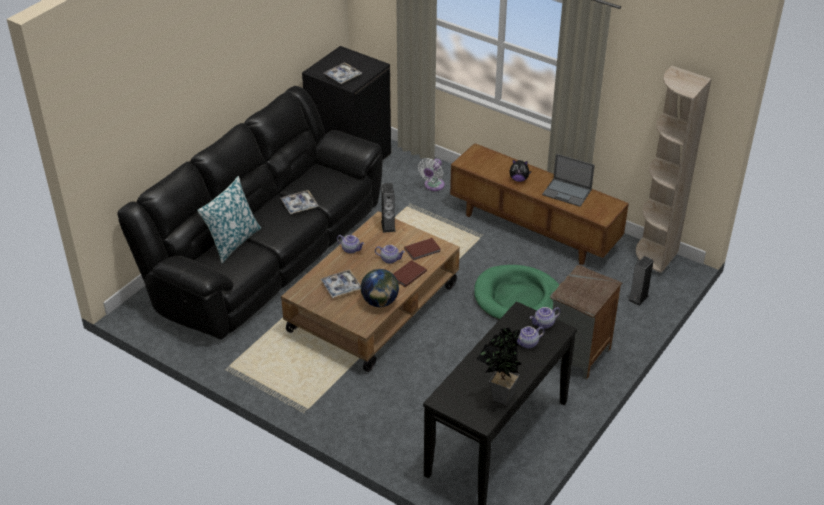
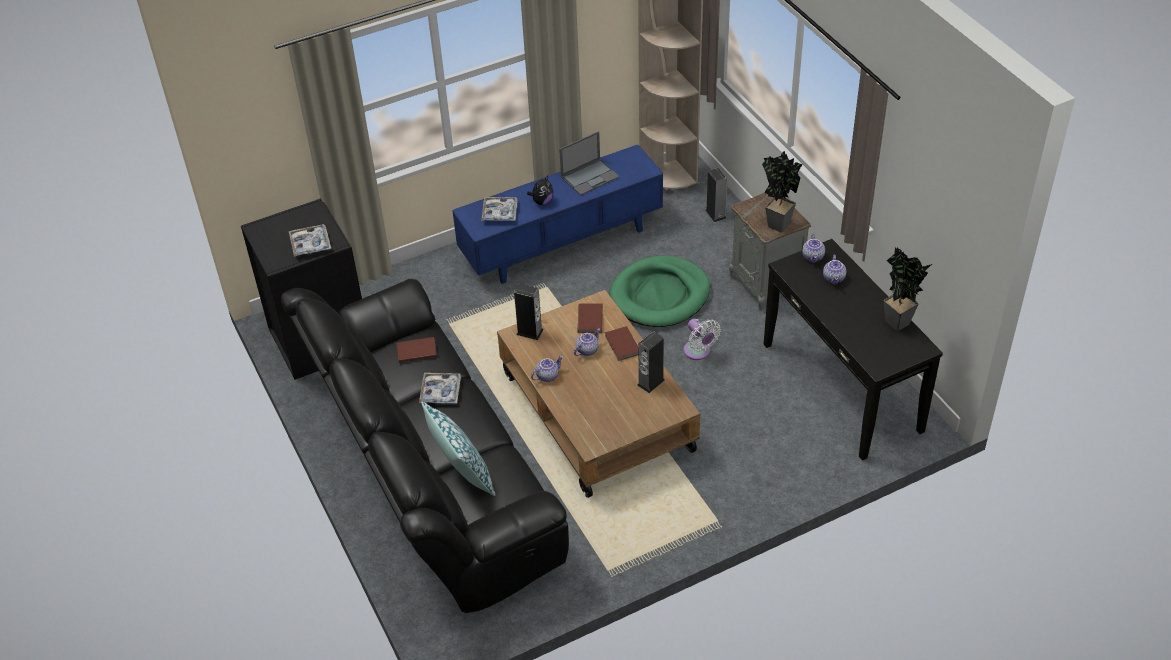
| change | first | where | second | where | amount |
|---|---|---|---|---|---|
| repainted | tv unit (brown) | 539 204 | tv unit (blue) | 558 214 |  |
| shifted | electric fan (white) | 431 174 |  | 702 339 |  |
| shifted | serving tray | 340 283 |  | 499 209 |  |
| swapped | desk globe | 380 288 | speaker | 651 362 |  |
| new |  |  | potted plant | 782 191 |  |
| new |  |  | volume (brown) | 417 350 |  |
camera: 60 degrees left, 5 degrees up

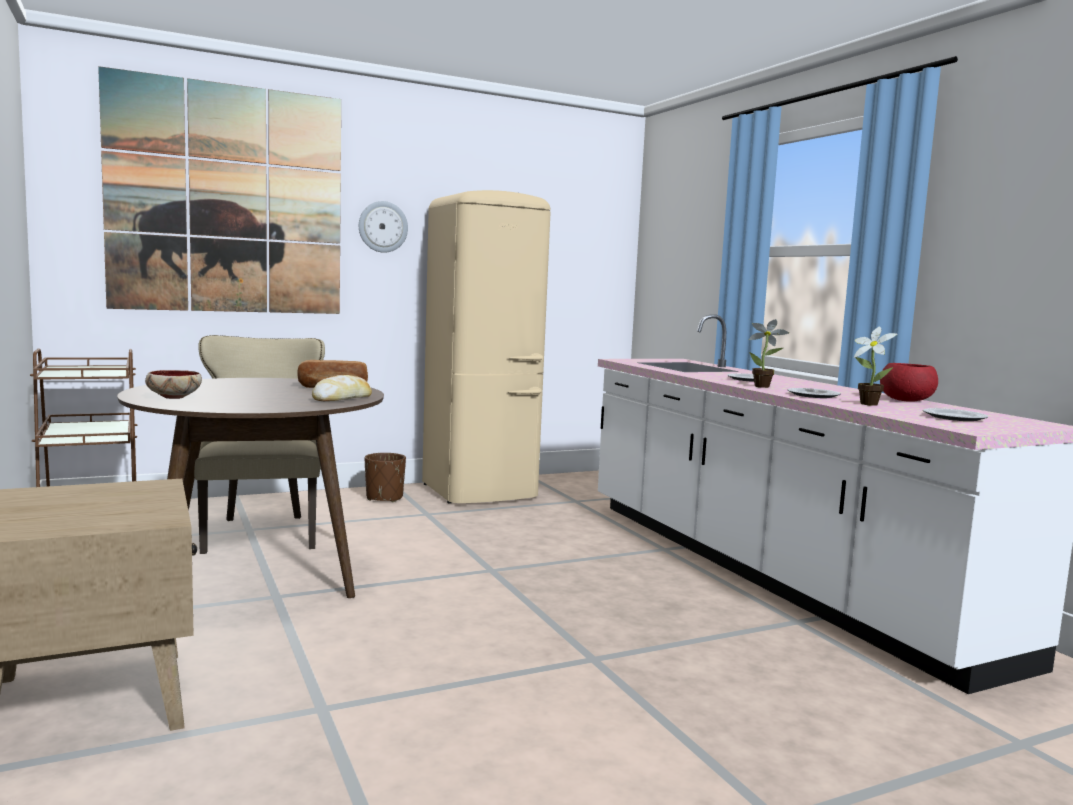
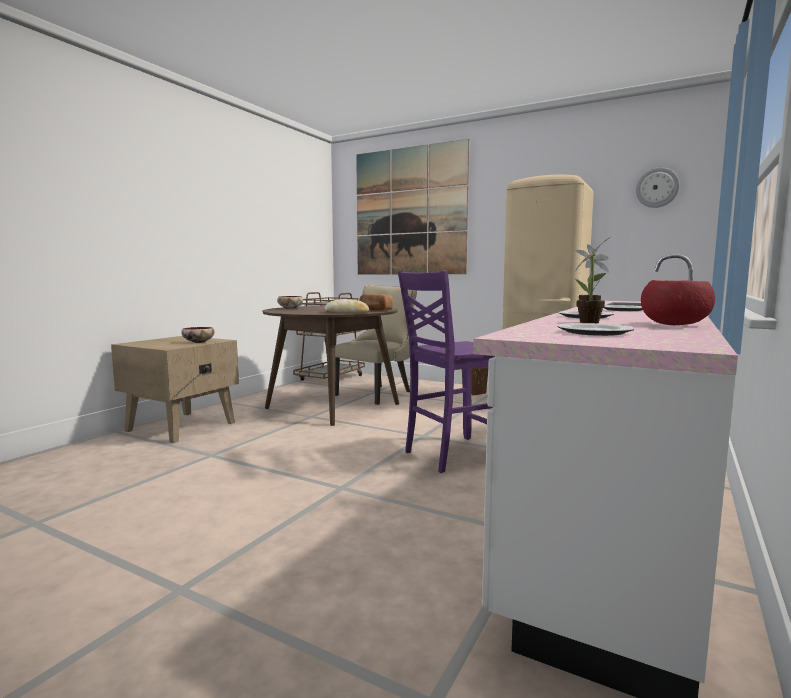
| change | first | where | second | where | amount |
|---|---|---|---|---|---|
| shifted | clock on the wall | 383 227 |  | 658 187 |  |
| new |  |  | upright chair (purple-coloured) | 446 371 |  |
| new |  |  | serving bowl | 197 335 |  |
camera: 55 degrees right, 0 degrees up

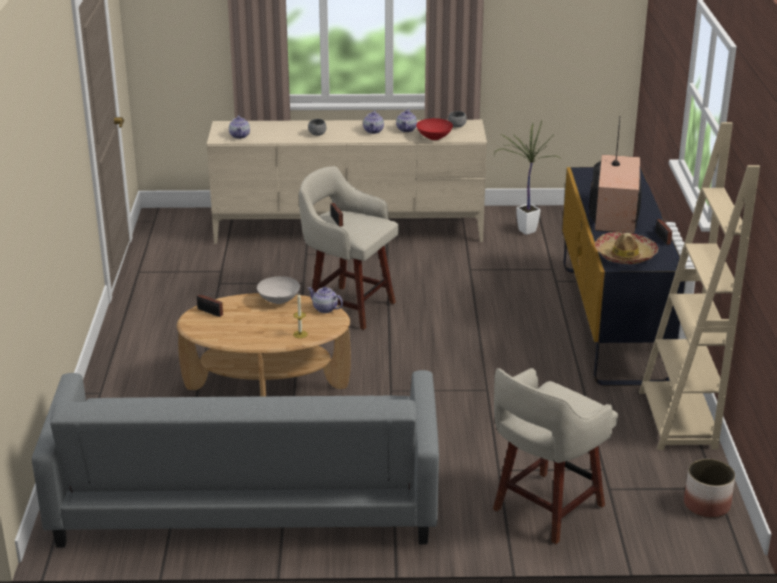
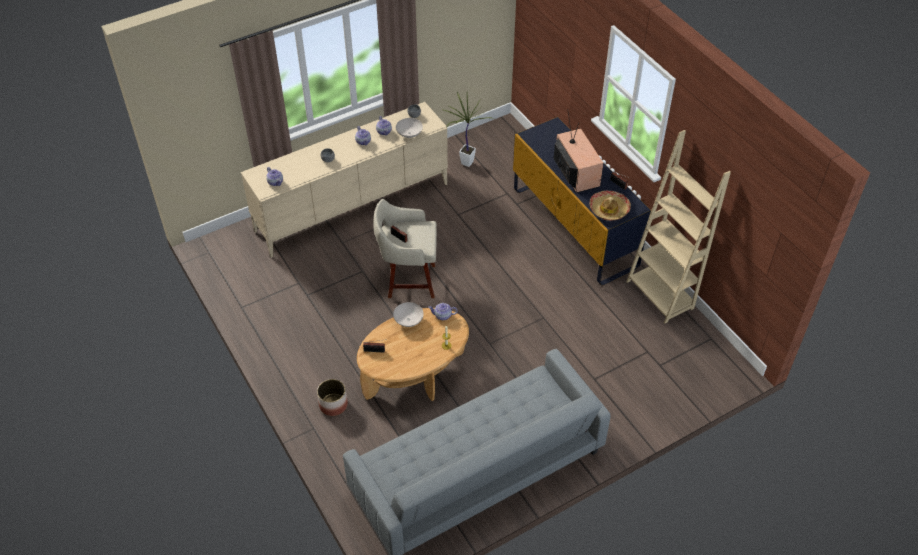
| change | first | where | second | where | amount |
|---|---|---|---|---|---|
| repainted | serving bowl (red-coloured) | 434 129 | serving bowl (white) | 409 128 |  |
| gone | stool seat (sand-coloured) | 555 456 |  |  |  |
| shifted | planter | 709 488 |  | 332 397 |  |
camera: 30 degrees left, 20 degrees up

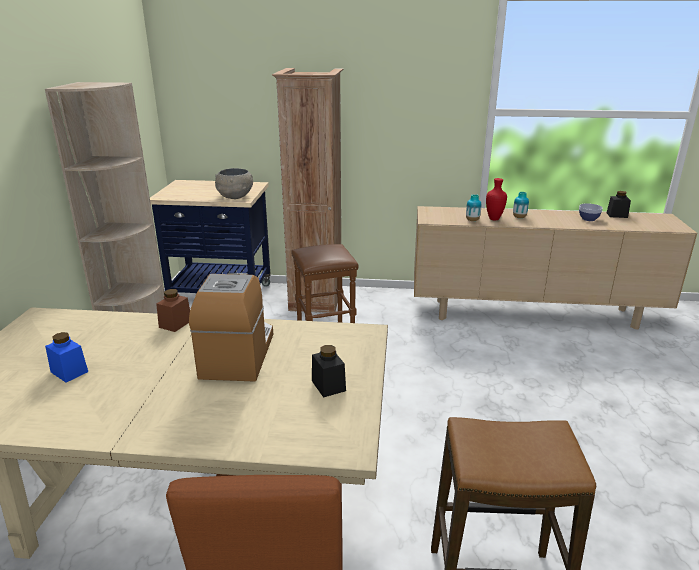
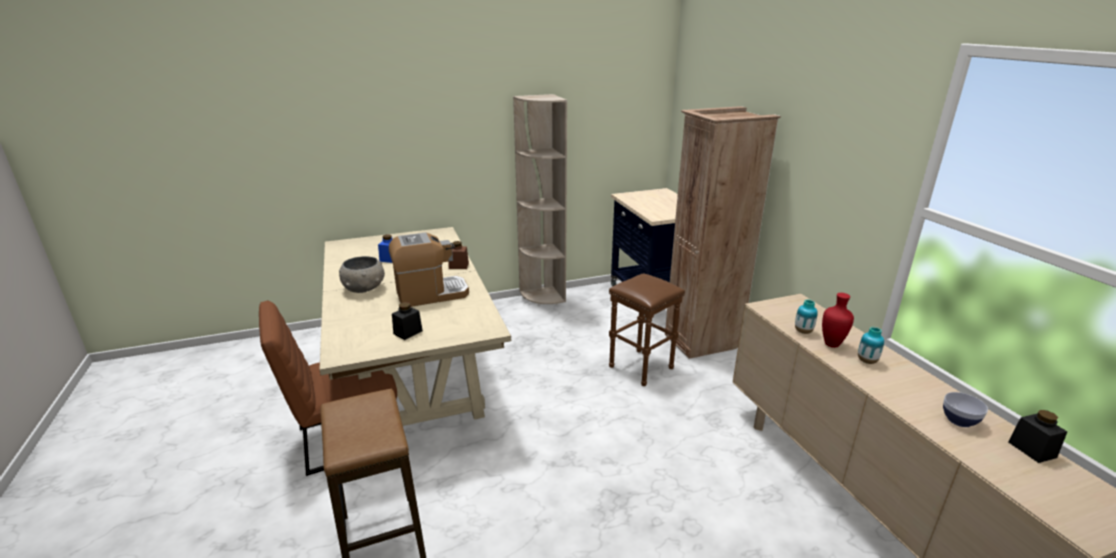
| change | first | where | second | where | amount |
|---|---|---|---|---|---|
| shifted | serving bowl (grey) | 234 183 |  | 362 274 |  |
camera: 65 degrees right, 0 degrees up

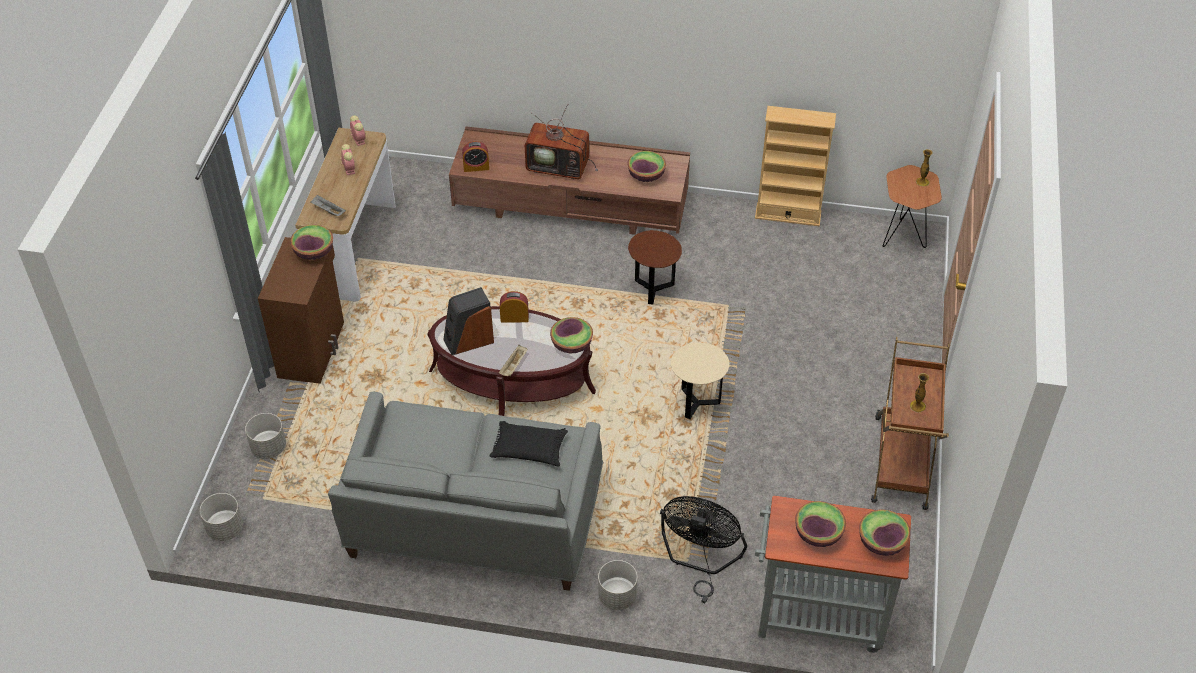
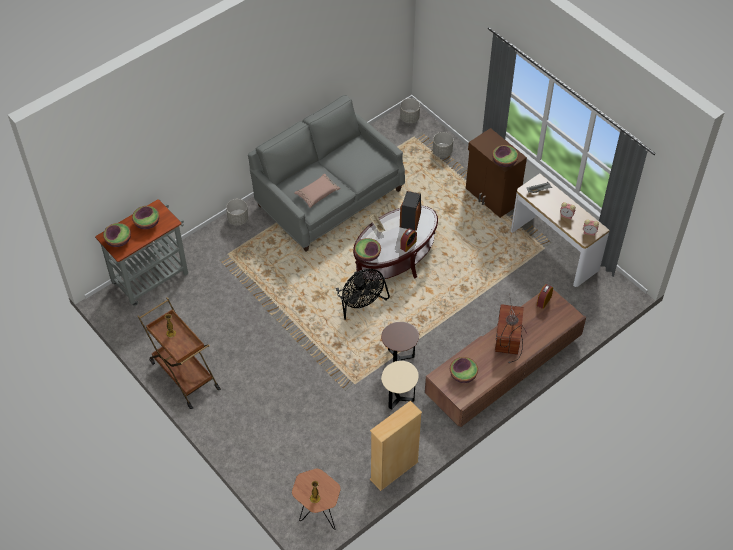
| change | first | where | second | where | amount |
|---|---|---|---|---|---|
| rotated | TV set | 561 141 |  | 511 328 | 45 degrees counterclockwise |
| shifted | side table (sand-coloured) | 700 381 |  | 400 385 |  |
| repainted | pillow (black-coloured) | 529 444 | pillow (sand-coloured) | 317 191 |  |
| shifted | electric fan (black-coloured) | 703 549 |  | 363 294 |  |
camera: 130 degrees right, 5 degrees up

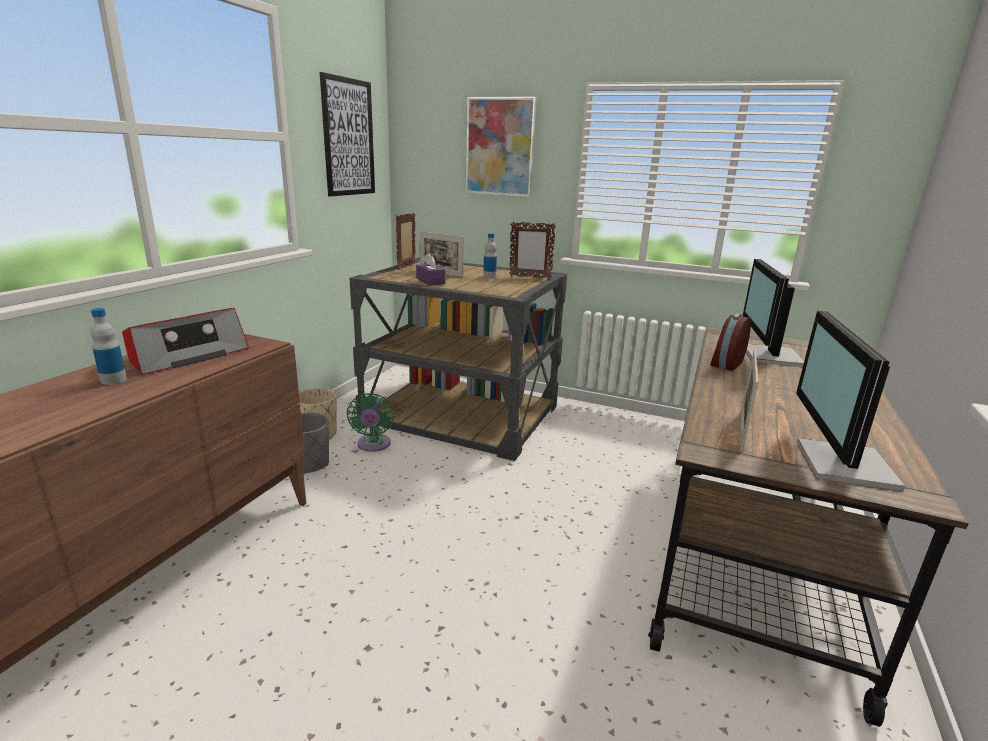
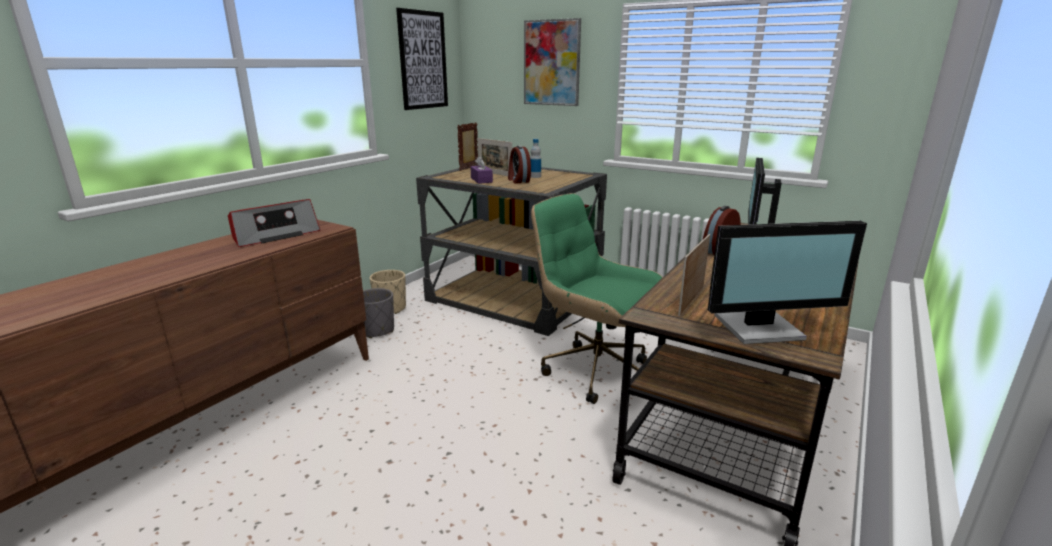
| change | first | where | second | where | amount |
|---|---|---|---|---|---|
| gone | standing frame | 532 250 |  |  |  |
| gone | beverage bottle | 108 346 |  |  |  |
| rotated | monitor | 851 401 |  | 787 282 | 120 degrees counterclockwise |
| gone | electric fan (green-coloured) | 370 422 |  |  |  |
| new |  |  | alarm clock | 519 164 |  |
| new |  |  | computer chair (green-coloured) | 597 298 |  |
camera: 10 degrees right, 0 degrees up

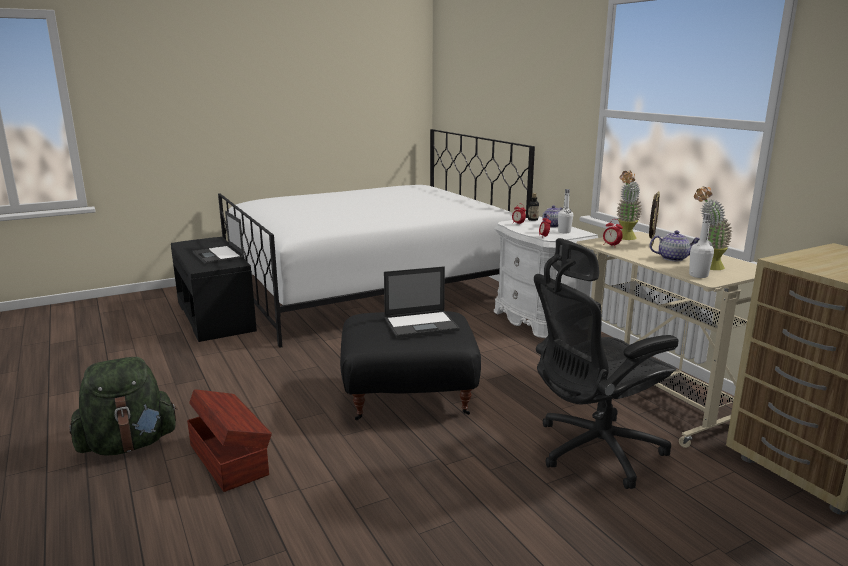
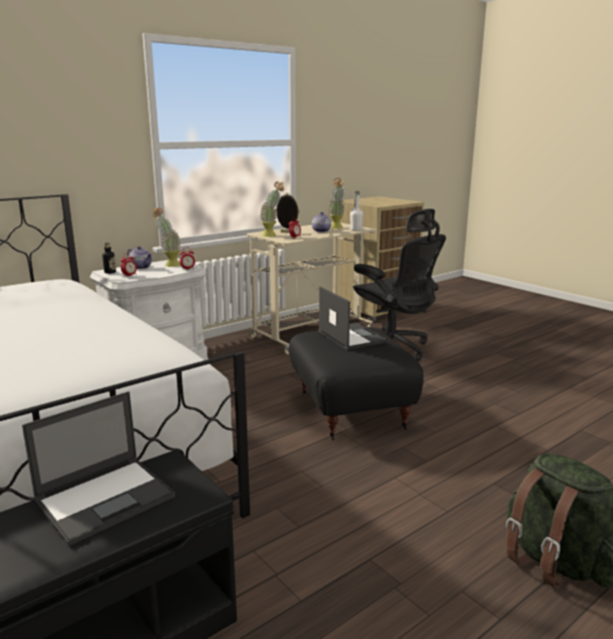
| change | first | where | second | where | amount |
|---|---|---|---|---|---|
| swapped | beverage bottle (white) | 565 211 | potted plant | 167 237 |  |
| gone | storage container (brown) | 229 440 |  |  |  |
camera: 100 degrees left, 0 degrees up

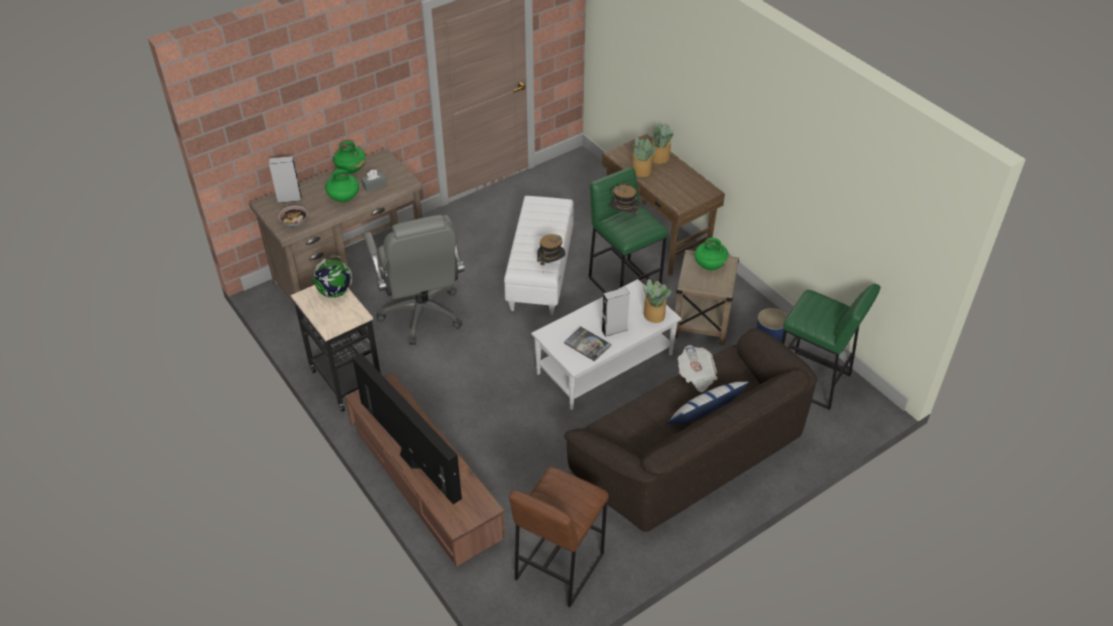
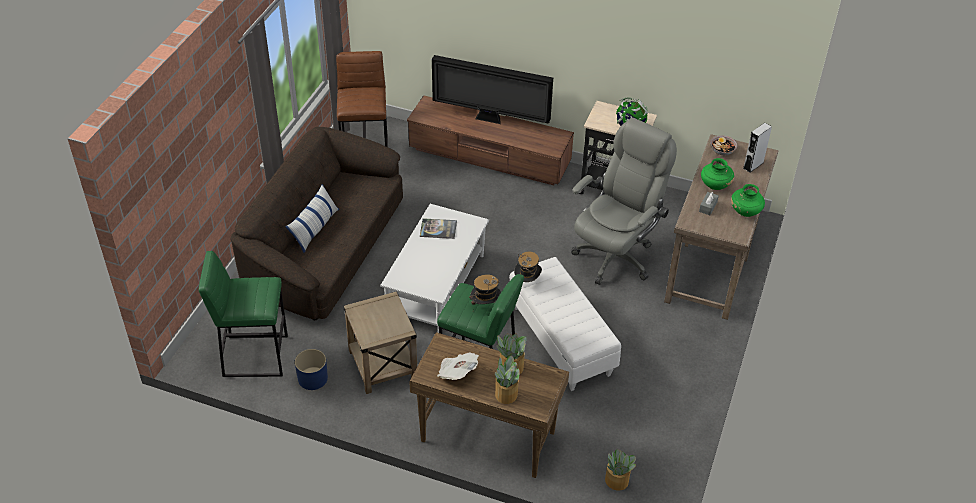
| change | first | where | second | where | amount |
|---|---|---|---|---|---|
| rotated | computer chair (grey) | 414 280 |  | 624 201 | 90 degrees clockwise |
| gone | flower vase (green-coloured) | 712 254 |  |  |  |
| shifted | potted plant | 657 301 |  | 620 469 |  |
| gone | speaker (grey) | 615 312 |  |  |  |
| shifted | newspaper | 698 368 |  | 458 366 |  |
camera: 145 degrees right, 0 degrees up

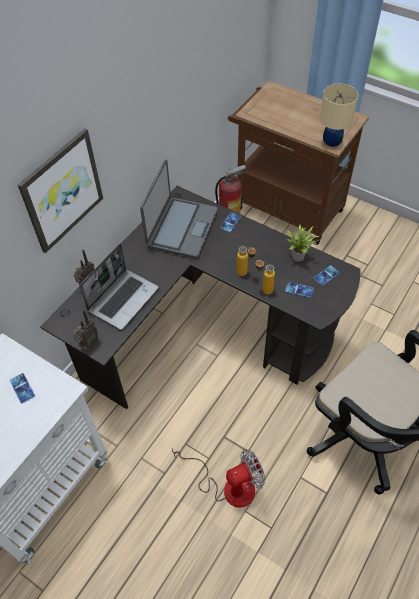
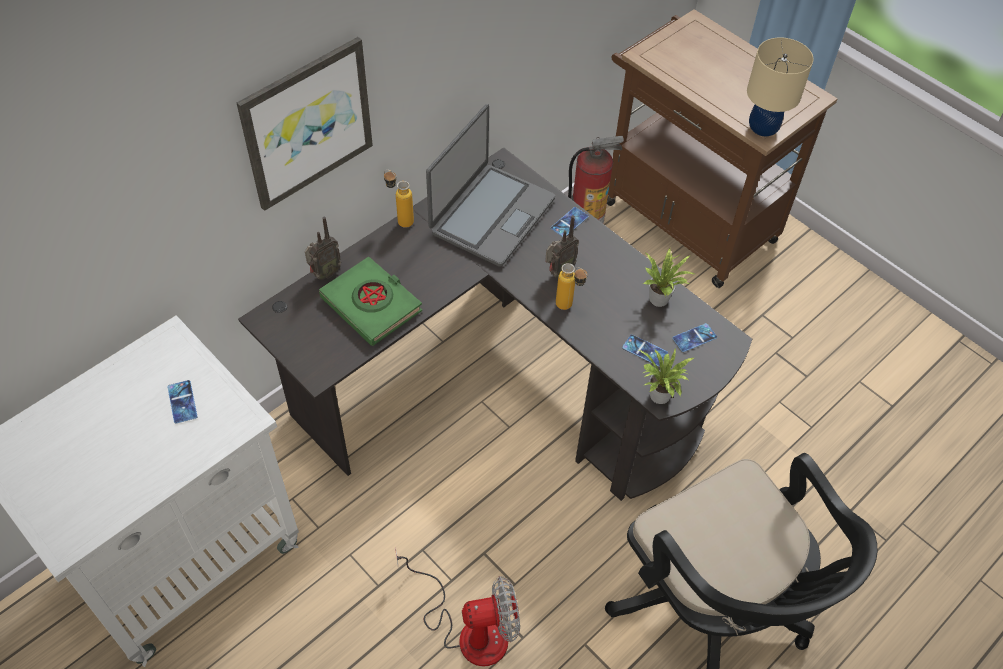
| change | first | where | second | where | amount |
|---|---|---|---|---|---|
| swapped | notebook computer | 119 287 | volume (green-coloured) | 370 301 |  |
| shifted | beverage bottle | 265 277 |  | 399 199 |  |
| shifted | radio receiver | 86 329 |  | 562 246 |  |
| new |  |  | potted plant | 666 376 |  |
camera: 10 degrees right, 0 degrees up

